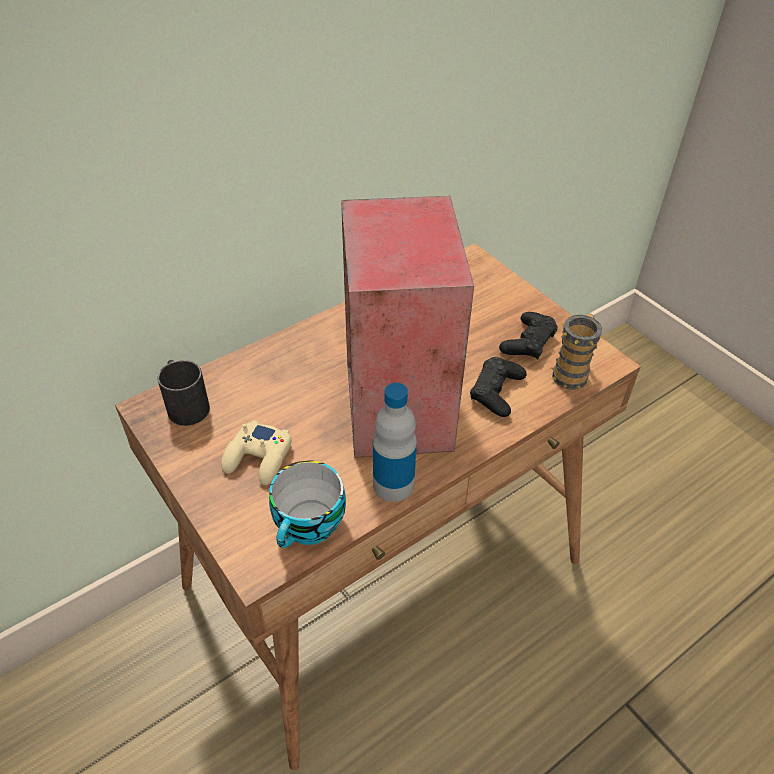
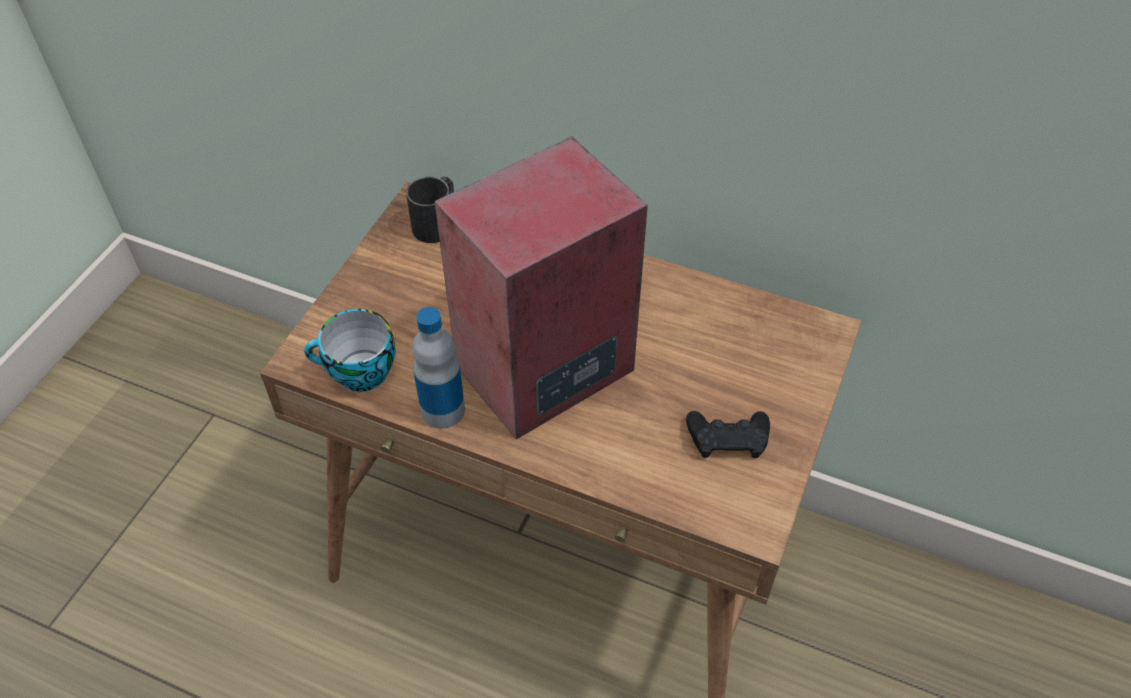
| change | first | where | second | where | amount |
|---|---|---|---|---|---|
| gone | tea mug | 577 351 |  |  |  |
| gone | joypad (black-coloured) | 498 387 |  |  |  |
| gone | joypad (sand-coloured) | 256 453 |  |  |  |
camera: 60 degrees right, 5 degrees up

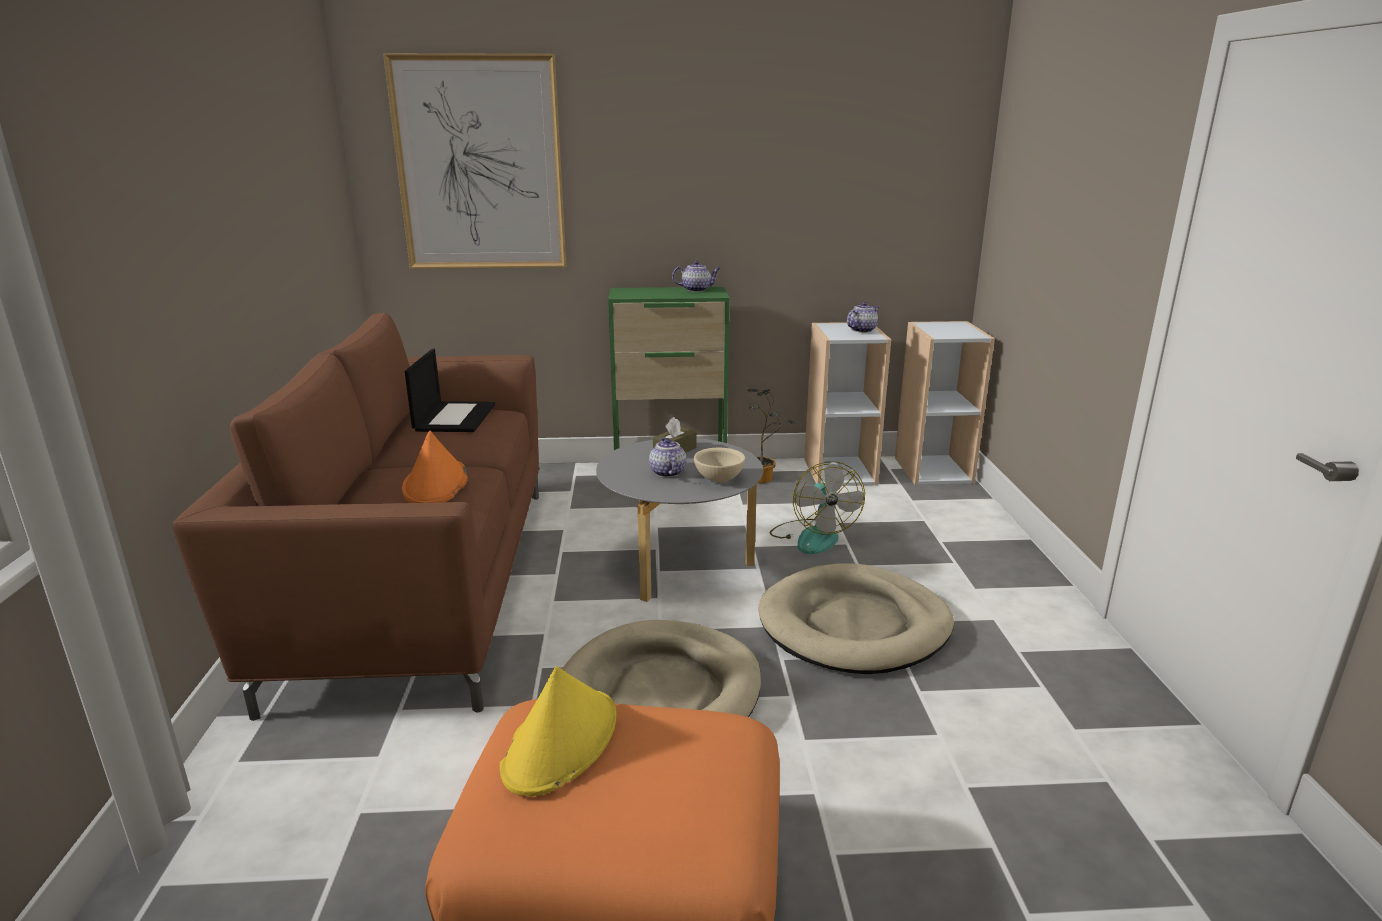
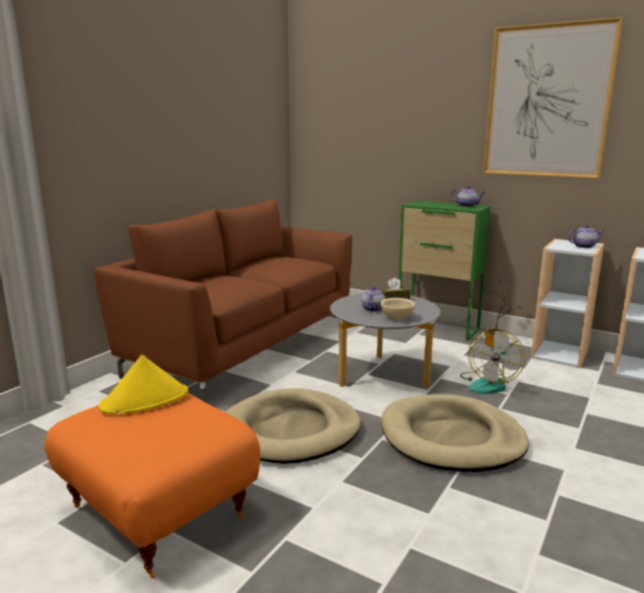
| change | first | where | second | where | amount |
|---|---|---|---|---|---|
| shifted | picture | 474 161 |  | 553 98 |  |
| gone | notebook computer | 449 390 |  |  |  |
| gone | wearable hat (orange) | 435 466 |  |  |  |
camera: 35 degrees right, 5 degrees down

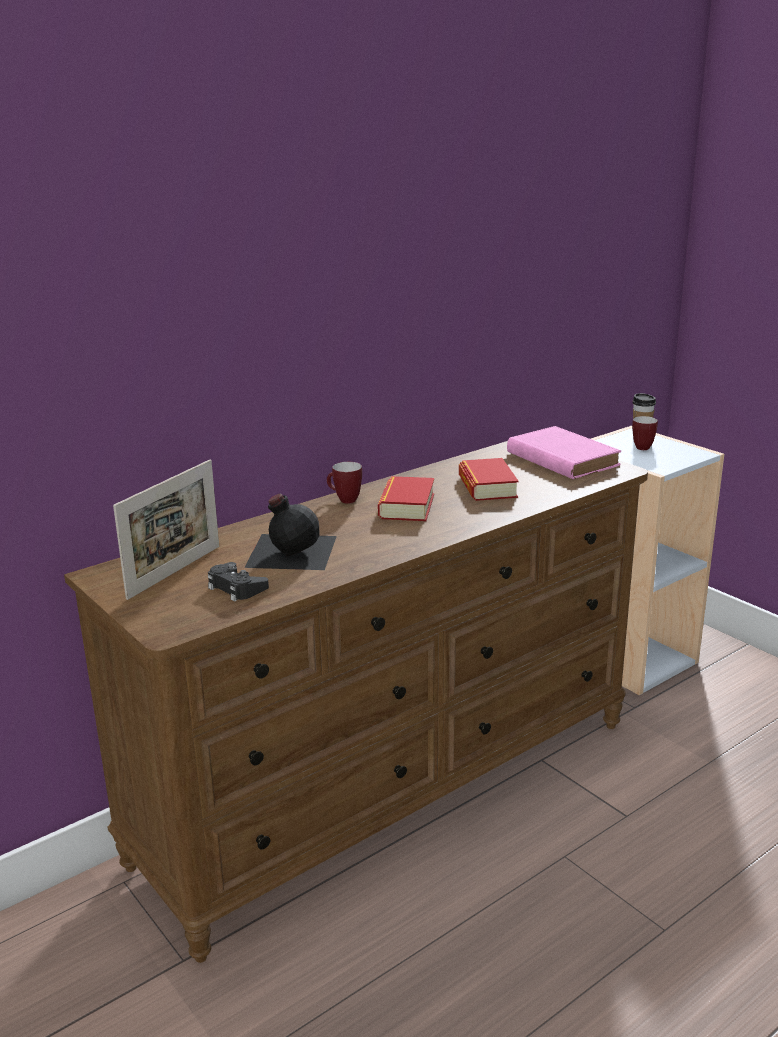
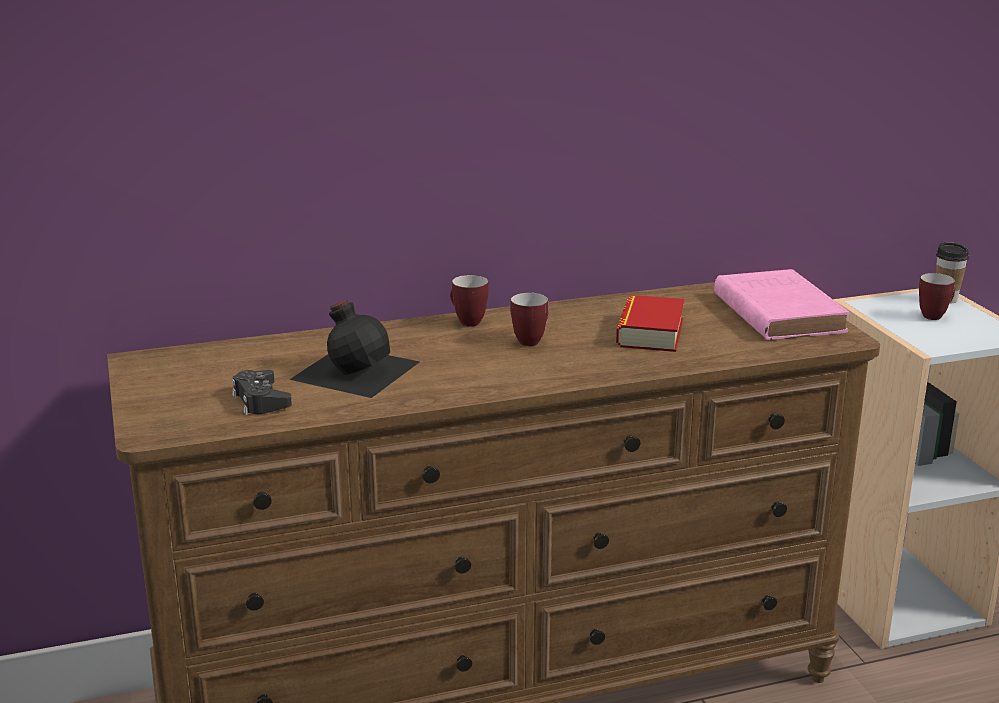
| change | first | where | second | where | amount |
|---|---|---|---|---|---|
| gone | standing frame | 166 530 |  |  |  |
| swapped | volume | 406 498 | tea mug | 529 319 |  |
camera: 20 degrees right, 0 degrees up

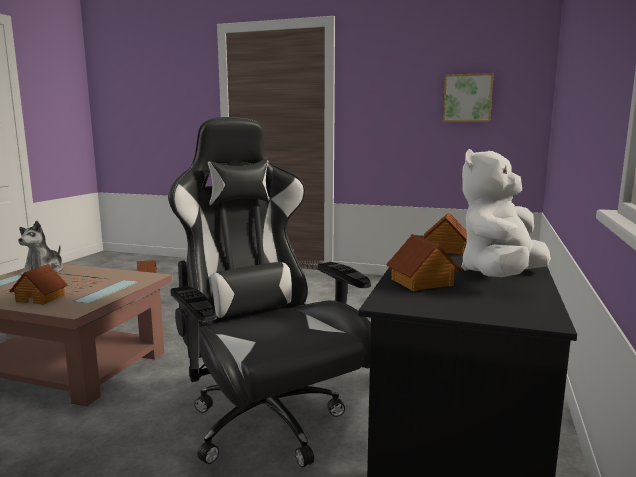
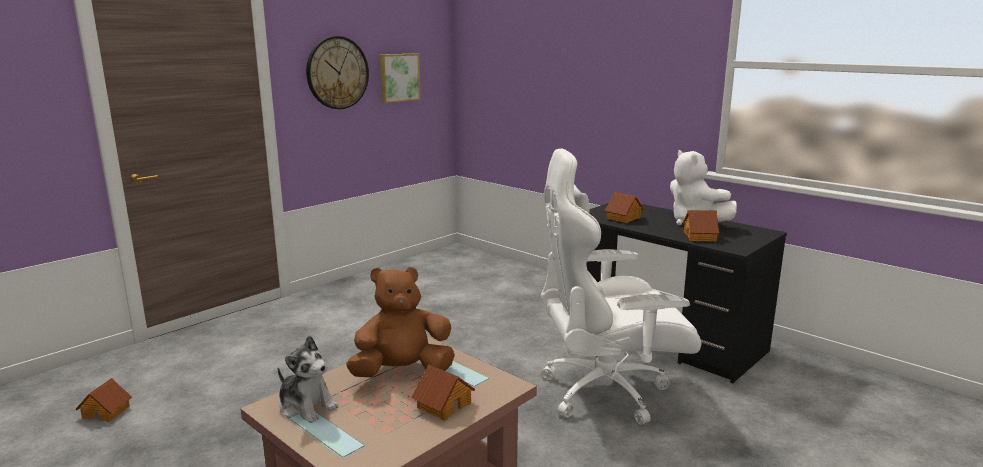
| change | first | where | second | where | amount |
|---|---|---|---|---|---|
| repainted | computer chair (black-coloured) | 269 292 | computer chair (white) | 621 286 |  |
| new |  |  | clock on the wall | 337 72 |  |
| new |  |  | plush toy (brown) | 400 322 |  |
camera: 65 degrees left, 5 degrees up

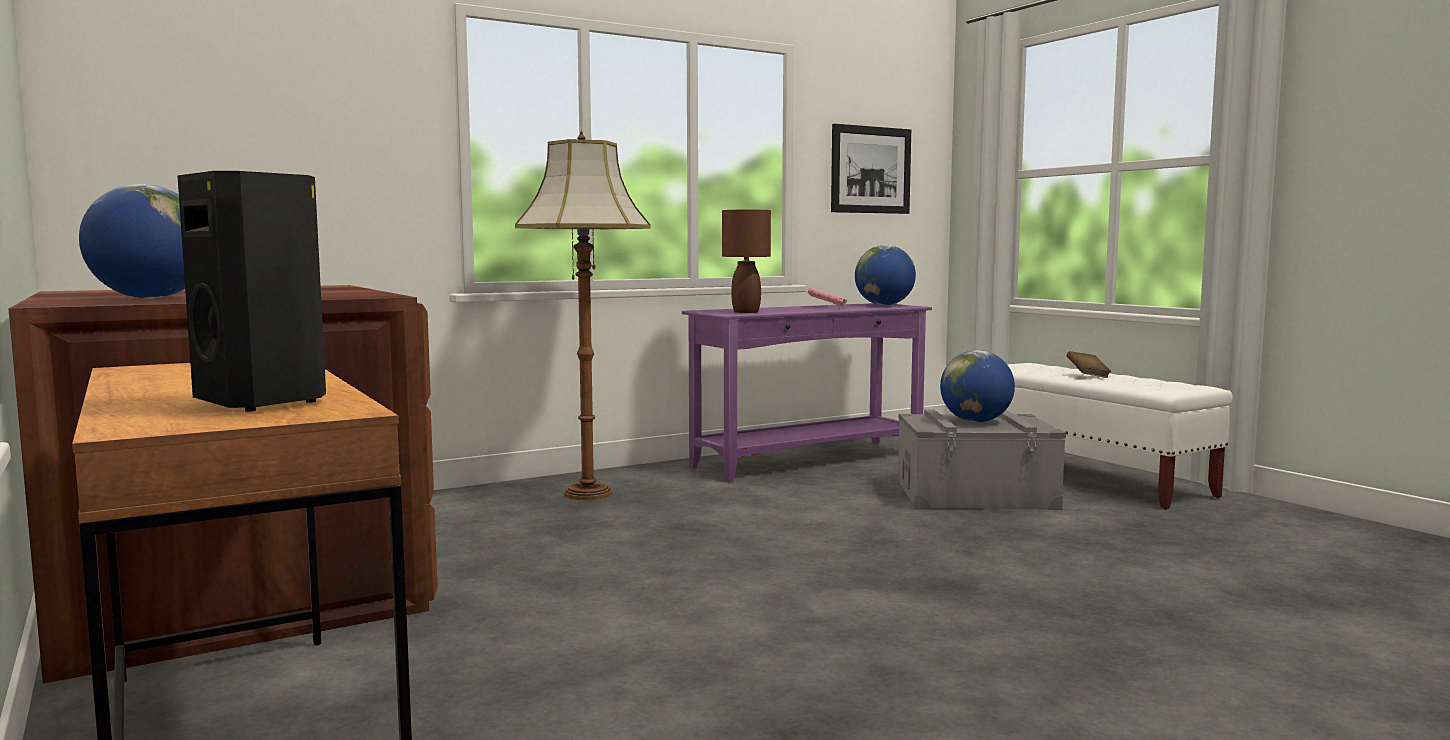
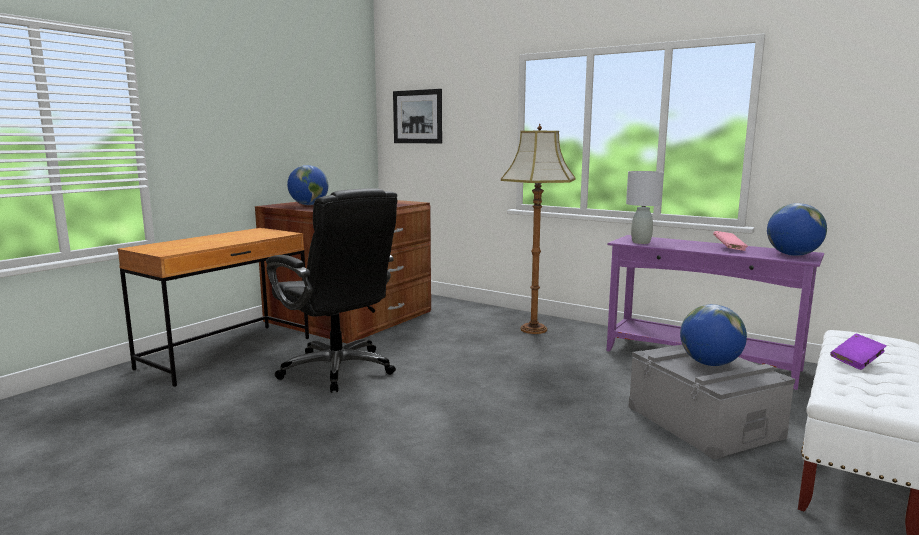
| change | first | where | second | where | amount |
|---|---|---|---|---|---|
| shifted | picture | 871 169 |  | 417 116 |  |
| gone | speaker (black-coloured) | 251 291 |  |  |  |
| repainted | lamp for a table (brown) | 746 261 | lamp for a table (grey) | 645 207 |  |
| repainted | volume (brown) | 1088 364 | volume (purple-coloured) | 858 351 |  |
| new |  |  | computer chair (black-coloured) | 331 290 |  |
camera: 65 degrees right, 5 degrees up

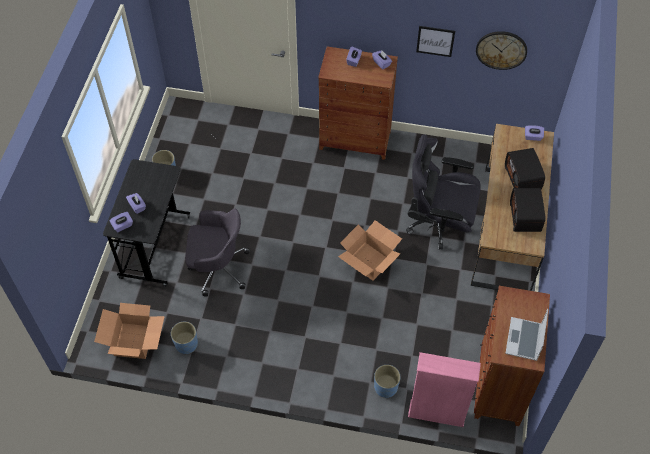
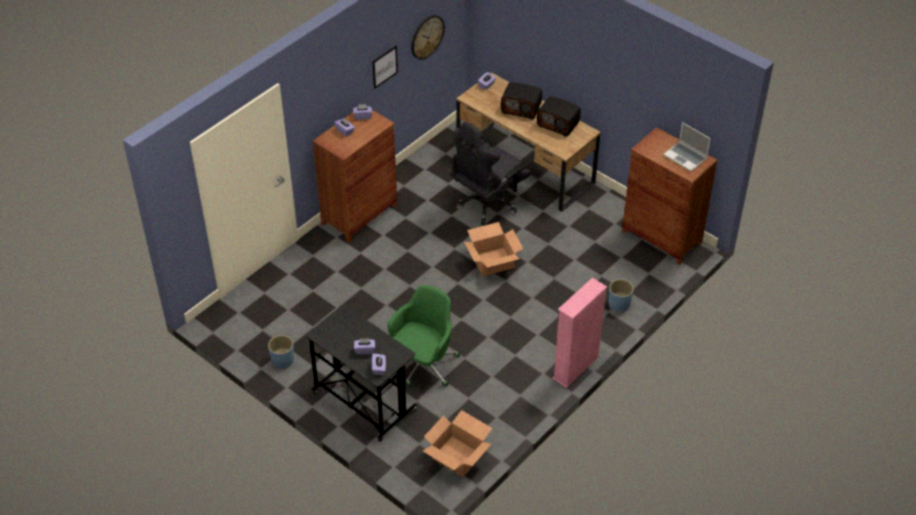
| change | first | where | second | where | amount |
|---|---|---|---|---|---|
| repainted | computer chair (grey) | 217 253 | computer chair (green-coloured) | 423 336 |  |
| gone | planter (blue) | 184 338 |  |  |  |
| shifted | bookshelf (pink-coloured) | 444 389 |  | 579 333 |  |
camera: 60 degrees left, 10 degrees down

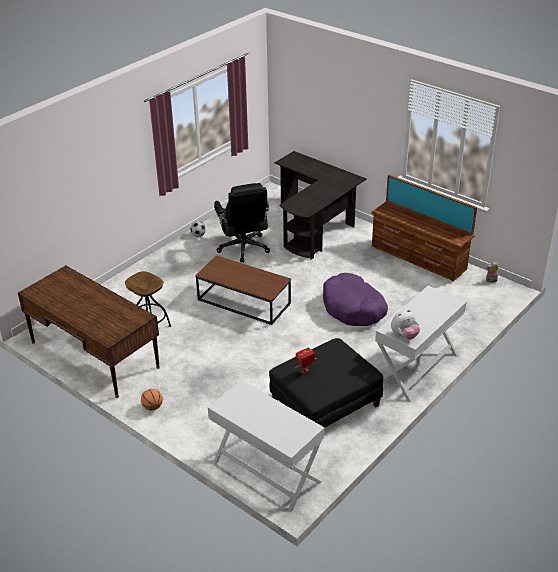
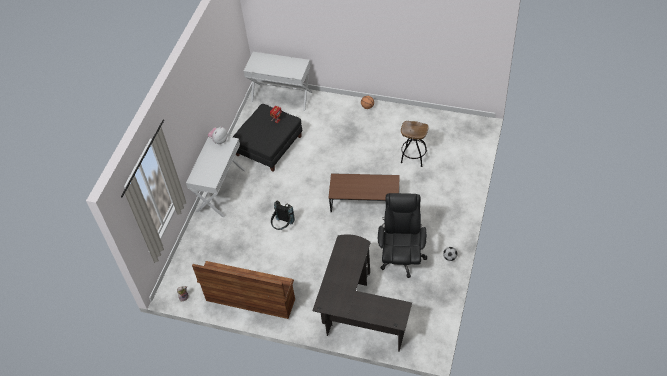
| change | first | where | second | where | amount |
|---|---|---|---|---|---|
| rotated | computer chair (black-coloured) | 242 223 |  | 402 235 | 45 degrees clockwise |
| gone | desk (brown) | 89 332 |  |  |  |
| swapped | pet bed (purple-coloured) | 355 299 | rucksack (black-coloured) | 283 215 |  |
camera: 160 degrees right, 15 degrees up

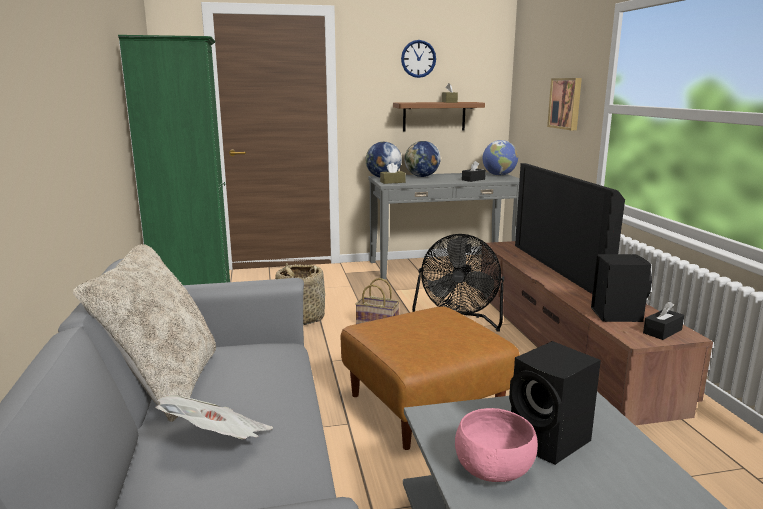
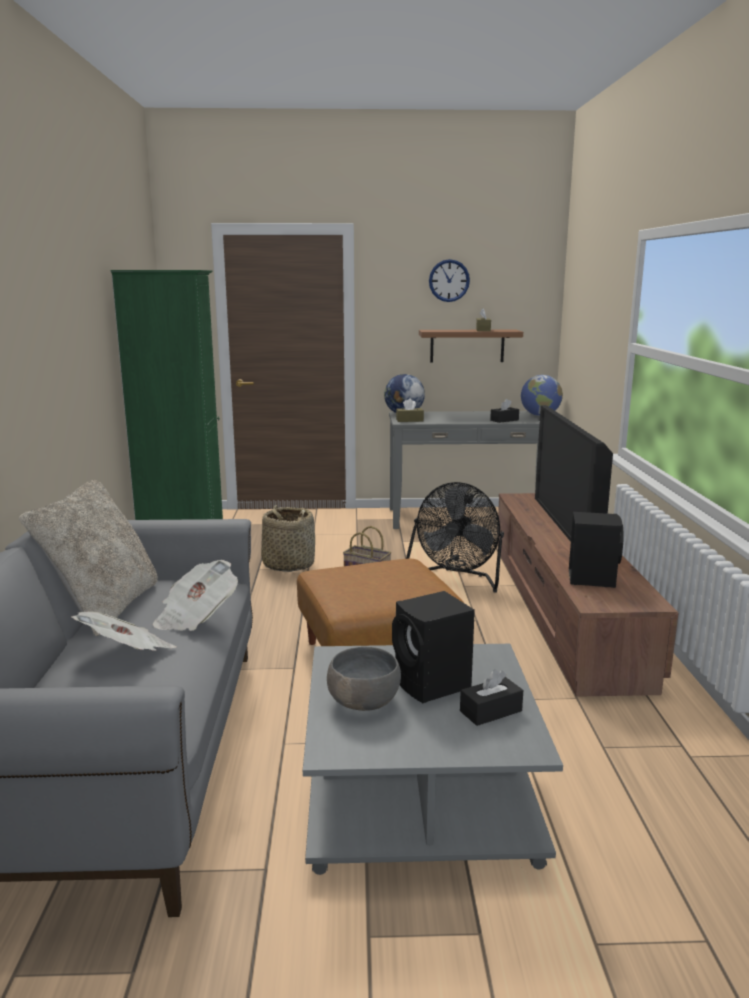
| change | first | where | second | where | amount |
|---|---|---|---|---|---|
| gone | picture | 564 104 |  |  |  |
| gone | desk globe | 423 159 |  |  |  |
| shifted | tissue holder (black-coloured) | 663 320 |  | 491 697 |  |
| repainted | serving bowl (pink-coloured) | 496 445 | serving bowl (grey) | 364 679 |  |
| new |  |  | newspaper | 195 595 |  |
camera: 10 degrees right, 0 degrees up

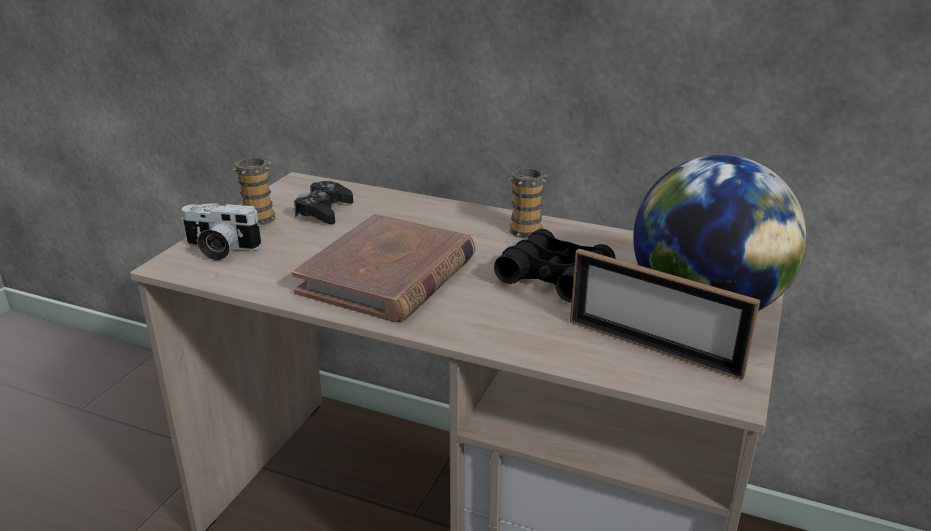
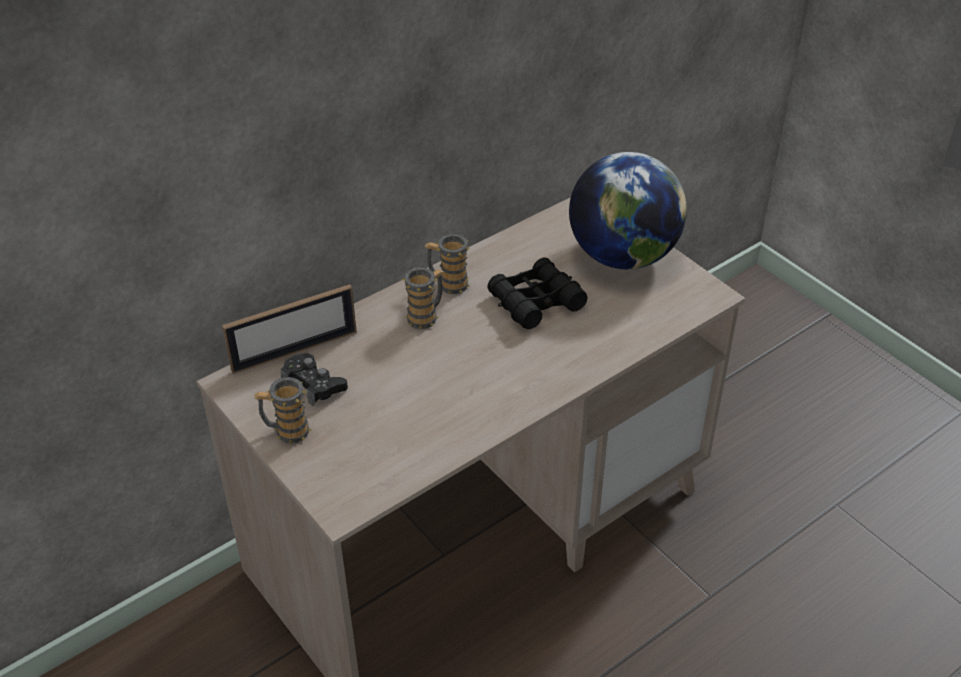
| change | first | where | second | where | amount |
|---|---|---|---|---|---|
| gone | still camera | 221 231 |  |  |  |
| gone | volume (brown) | 384 268 |  |  |  |
| shifted | standing frame | 665 314 |  | 289 329 |  |
| new |  |  | tea mug | 422 298 |  |
camera: 60 degrees left, 15 degrees up

